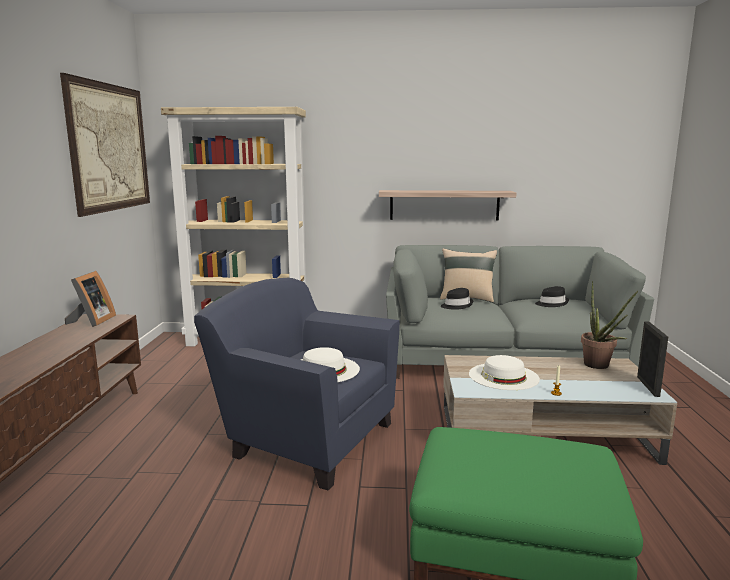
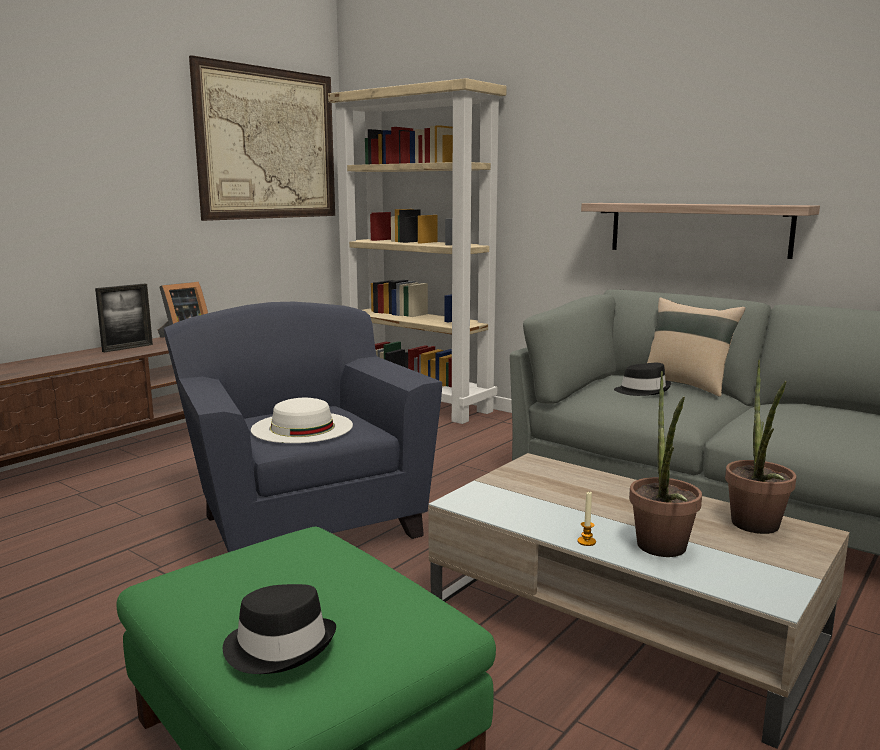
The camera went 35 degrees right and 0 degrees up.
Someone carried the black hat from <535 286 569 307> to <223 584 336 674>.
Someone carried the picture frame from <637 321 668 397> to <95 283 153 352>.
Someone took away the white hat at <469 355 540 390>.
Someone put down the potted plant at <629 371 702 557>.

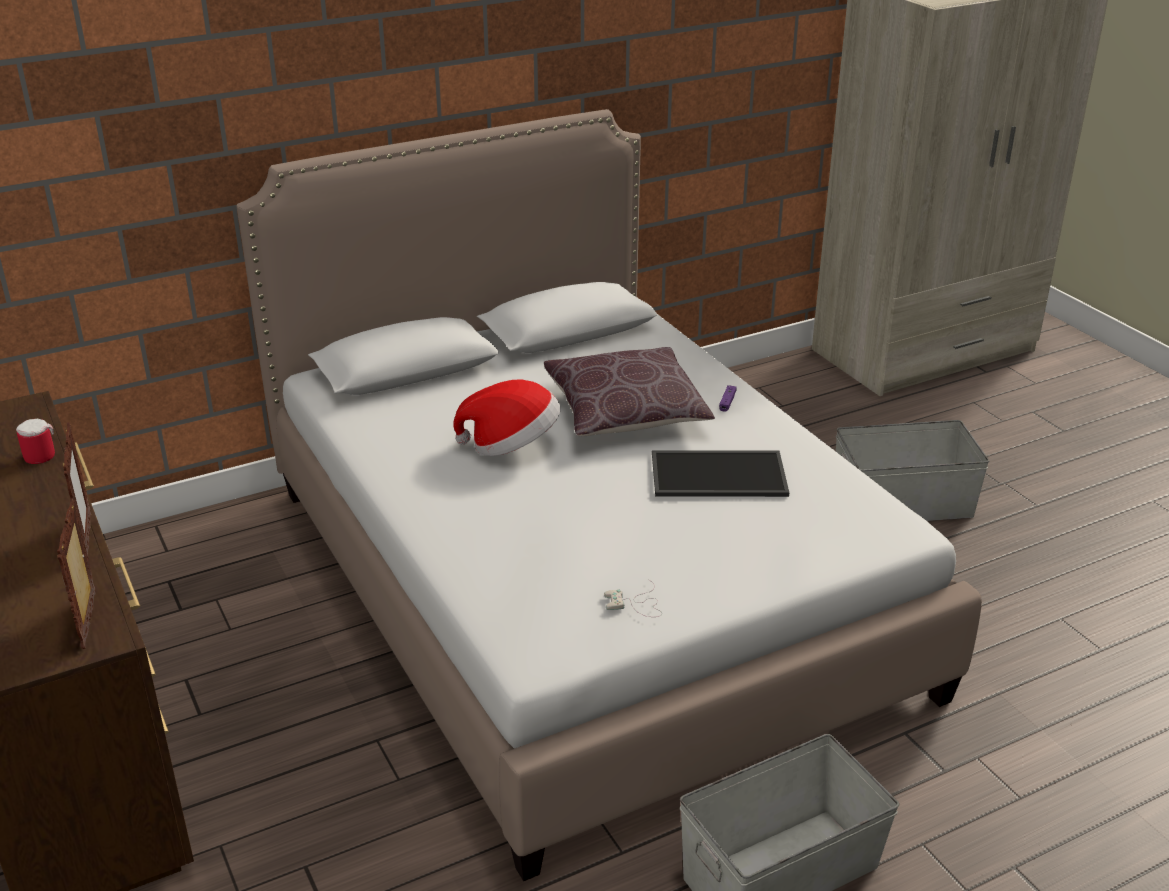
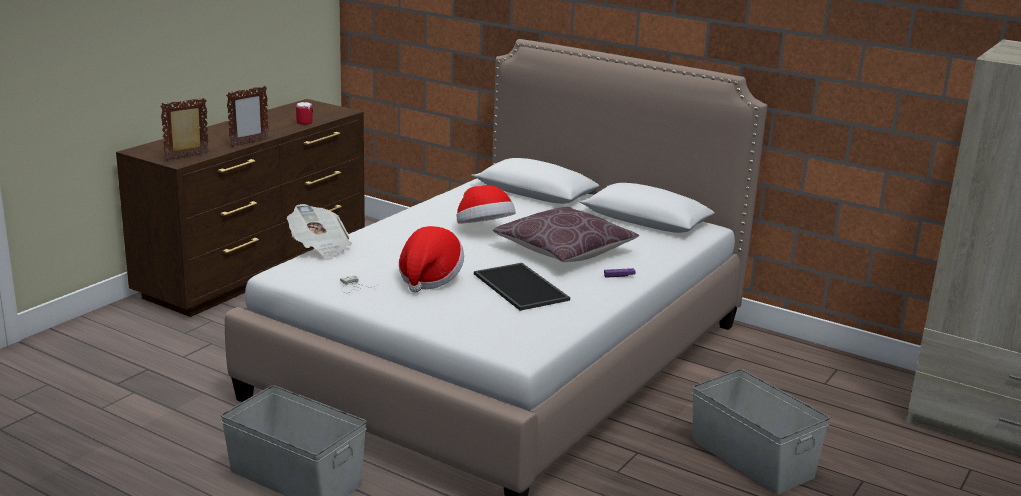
The camera went 60 degrees right and 10 degrees down.
Someone put down the newspaper at <287 204 352 259>.
Someone put down the hat at <399 226 464 293>.

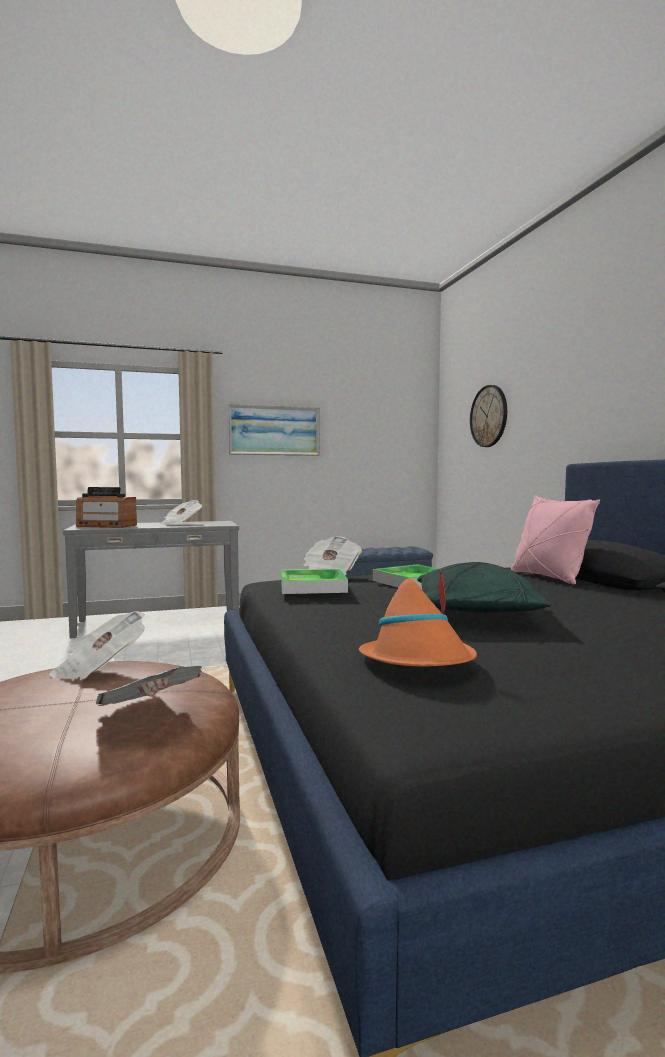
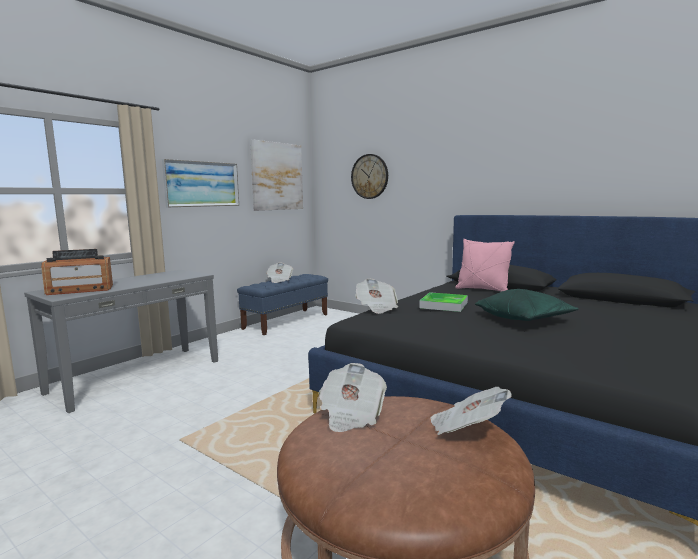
The camera went 35 degrees left and 5 degrees up.
Someone carried the newspaper from <160 500 202 526> to <266 263 293 283>.
Someone took away the orange hat at <359 568 477 666>.
Someone took away the tray at <281 569 348 594>.
Someone put up the picture at <250 139 303 211>.

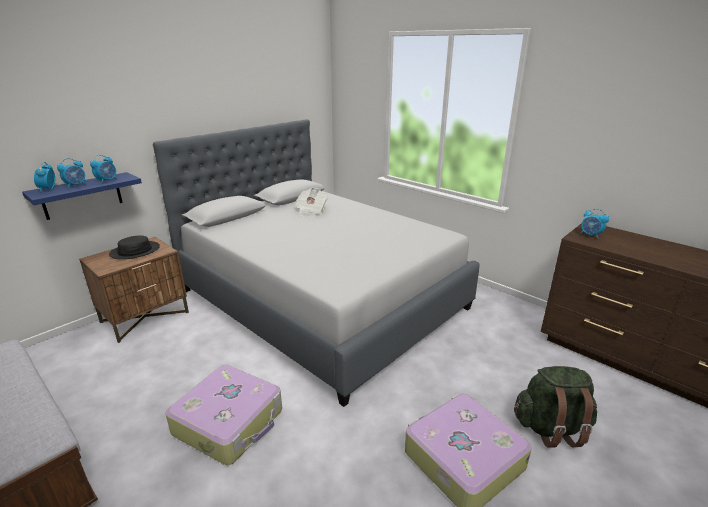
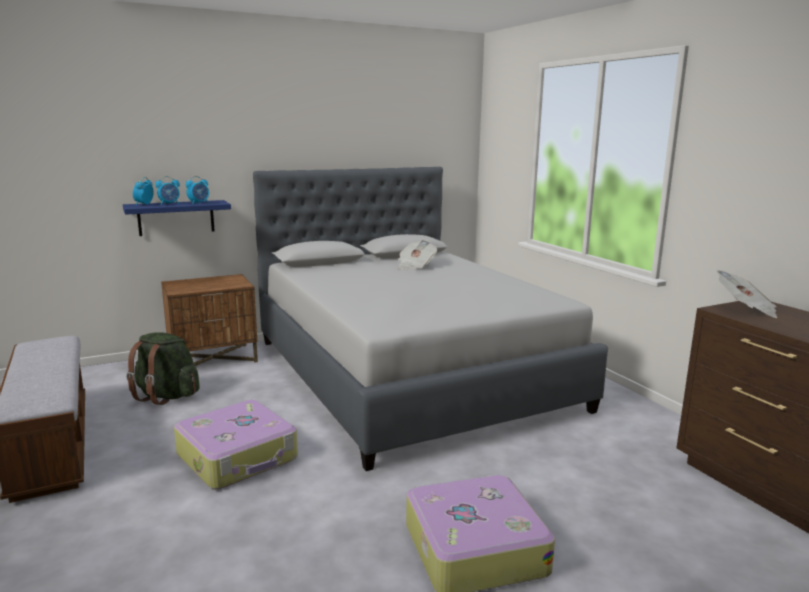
The camera went 20 degrees right and 10 degrees down.
Someone swapped the alarm clock at <580 209 609 239> for the newspaper at <717 270 777 318>.
Someone took away the black hat at <109 235 160 259>.
Someone carried the green backpack from <514 366 597 448> to <126 332 200 405>.

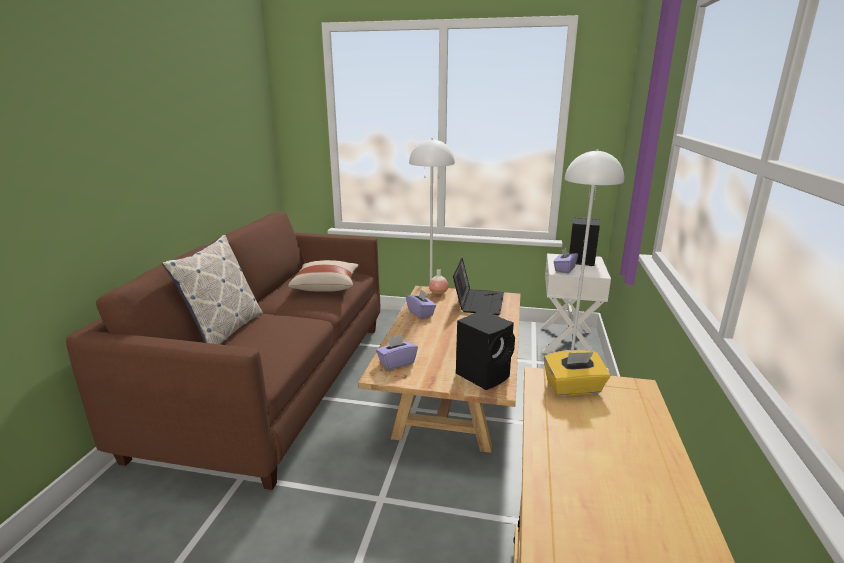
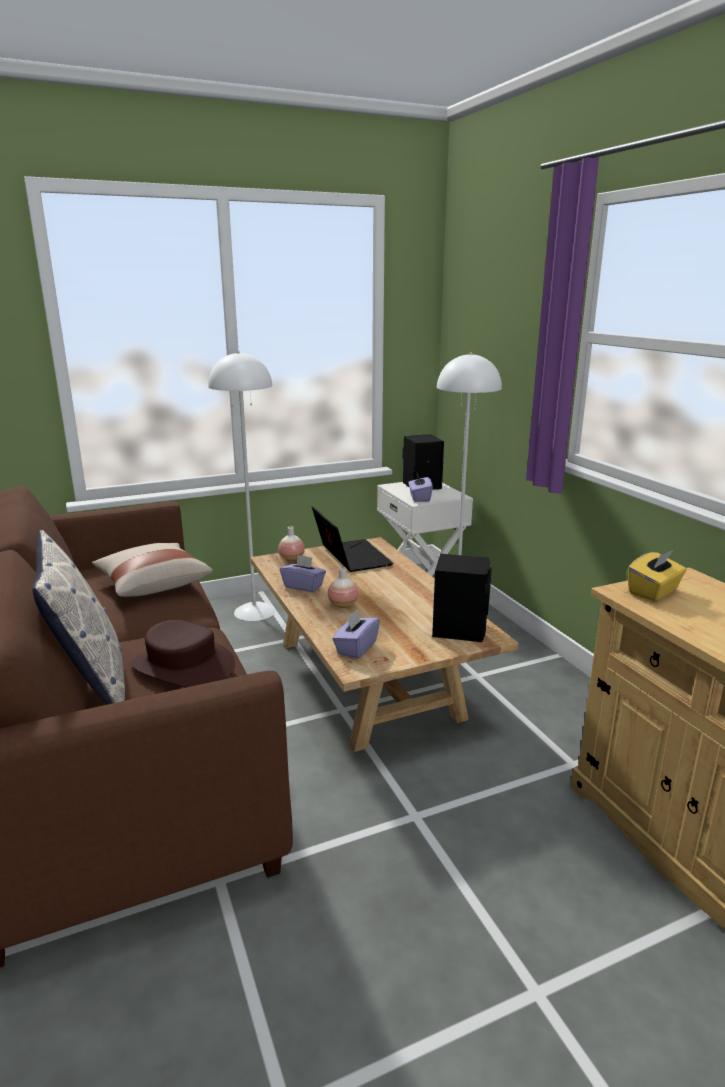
The camera went 35 degrees left and 0 degrees up.
Someone put down the vase at <328 568 358 608>.
Someone put down the brown hat at <131 620 235 688>.

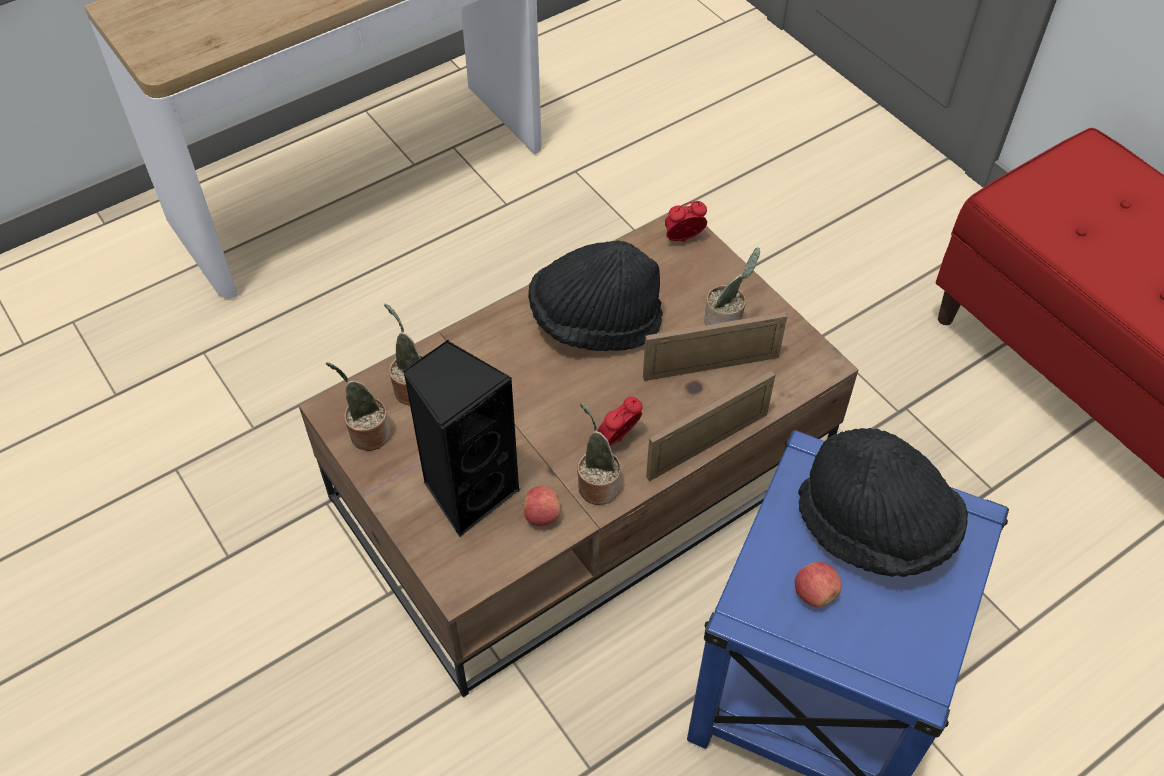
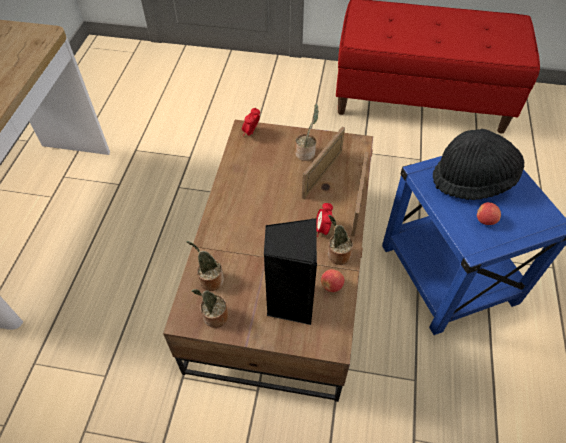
The camera went 45 degrees left and 0 degrees up.
Someone took away the black hat at <528 240 663 351>.

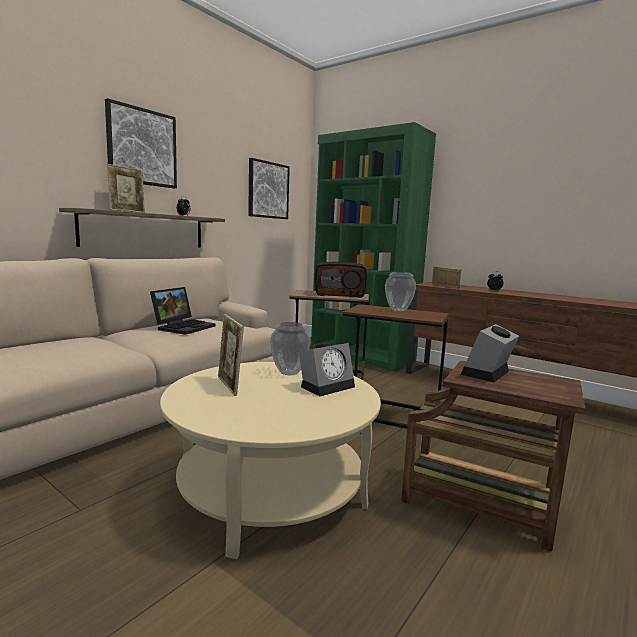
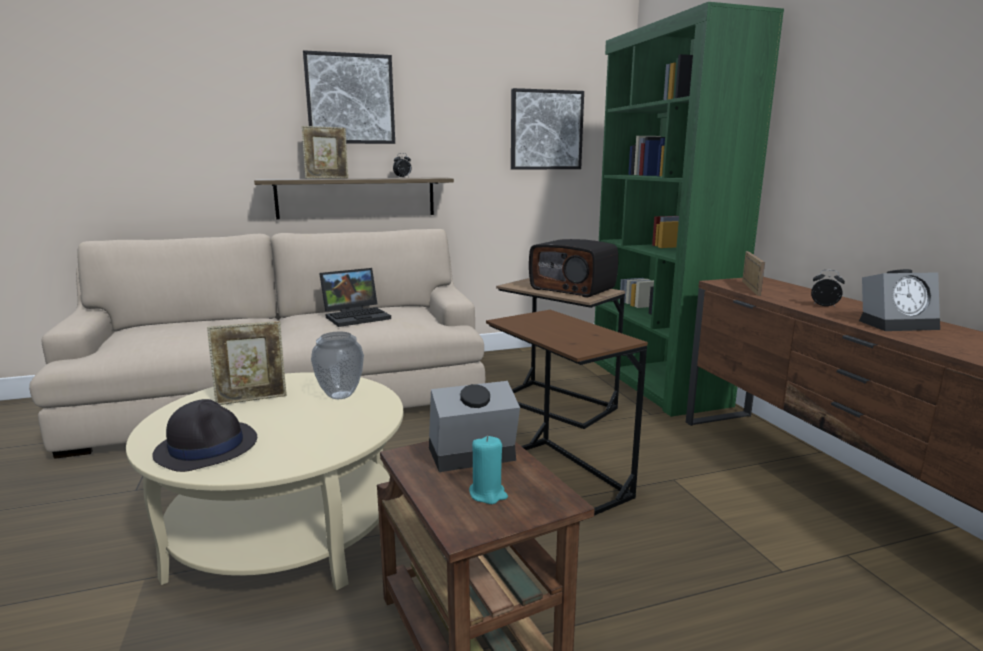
The camera went 35 degrees right and 5 degrees up.
Someone took away the vase at <385 272 416 312>.
Someone rotated the picture frame at <218 314 244 396> by 120 degrees counterclockwise.
Someone carried the alarm clock from <299 342 355 396> to <859 269 940 331>.
Someone put down the black hat at <152 399 257 472>.
Someone put down the turquoise candle at <469 436 508 504>.

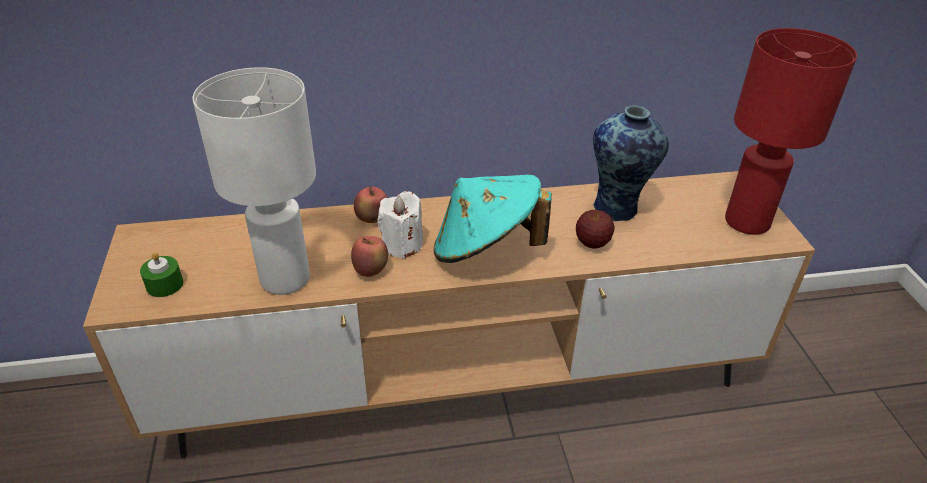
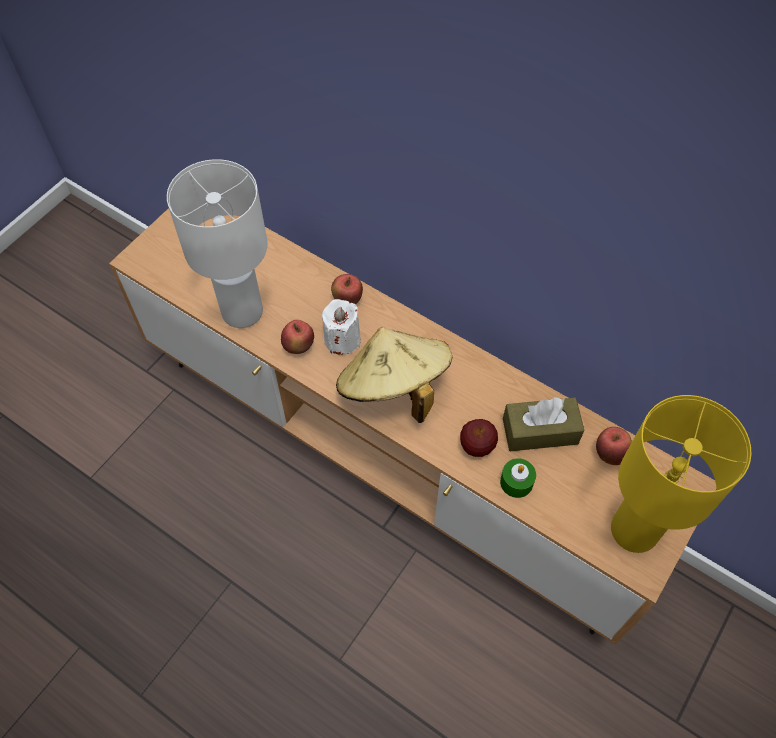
The camera went 45 degrees right and 20 degrees up.
Someone repainted the red table lamp at <725 28 857 235>, which became the yellow table lamp at <611 395 752 553>.
Someone swapped the vase at <592 106 669 221> for the brown tissue box at <503 397 584 451>.
Someone repainted the turquoise hat at <433 175 552 263>, which became the beige hat at <336 327 452 423>.
Someone carried the green candle from <140 252 183 297> to <500 458 536 498>.
Someone put down the apple at <596 427 632 465>.

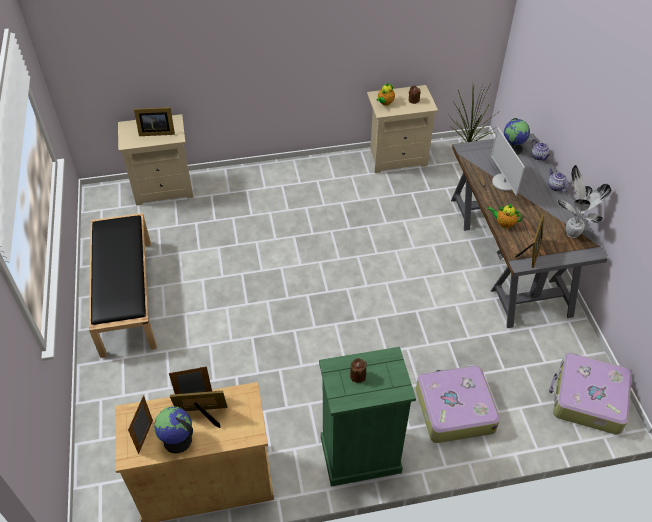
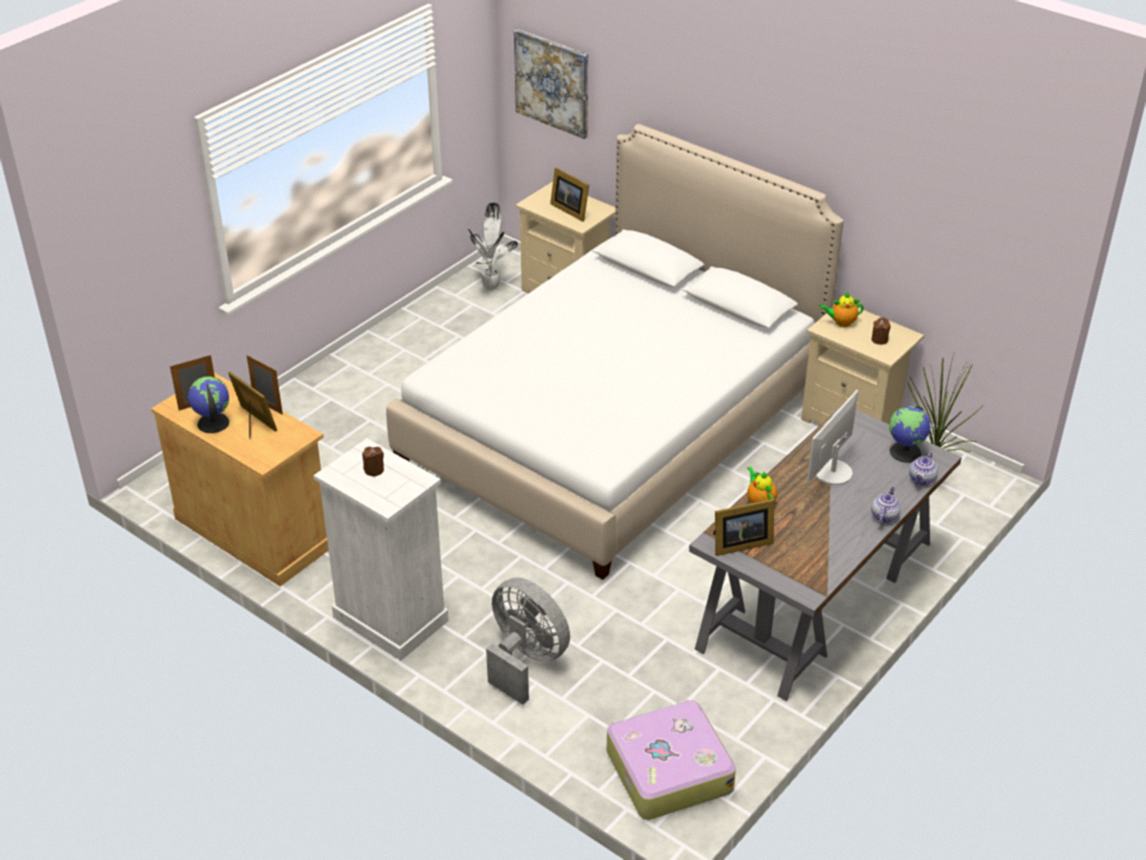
The camera went 50 degrees right and 10 degrees down.
Someone carried the potted plant from <558 165 611 238> to <468 202 518 291>.
Someone took away the black bench at <89 213 157 358>.
Someone repainted the green dresser at <319 347 416 486>, which became the white dresser at <314 438 449 661>.
Someone swapped the suitcase at <416 365 500 443> for the grey fan at <486 577 570 705>.
Someone put up the picture at <514 29 588 139>.
Someone put down the bed at <386 124 844 580>.

